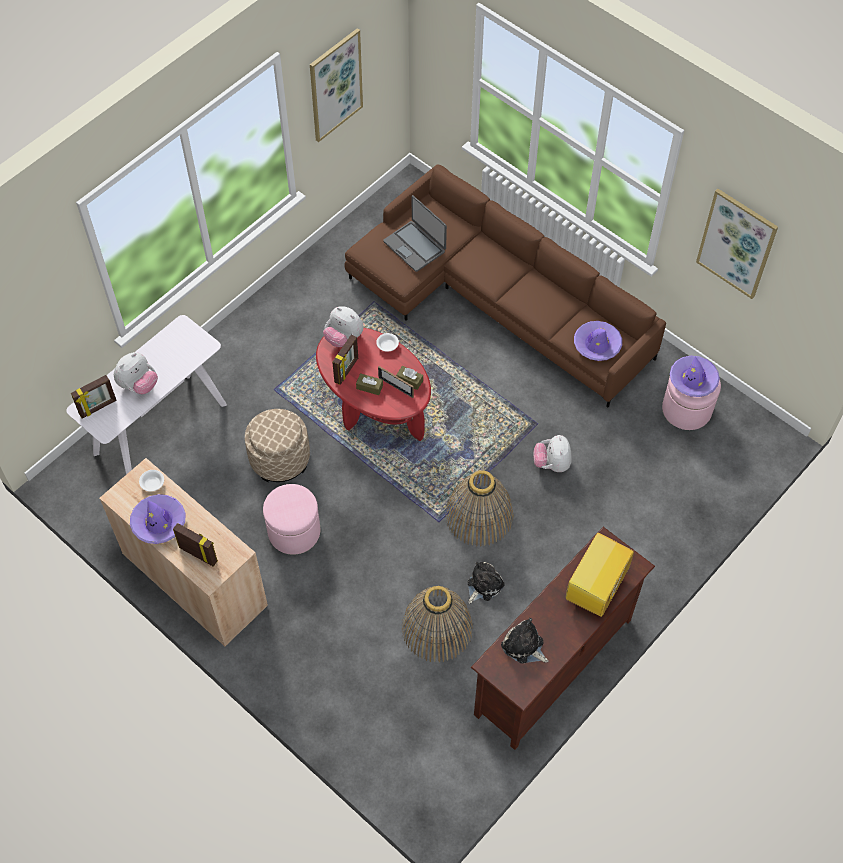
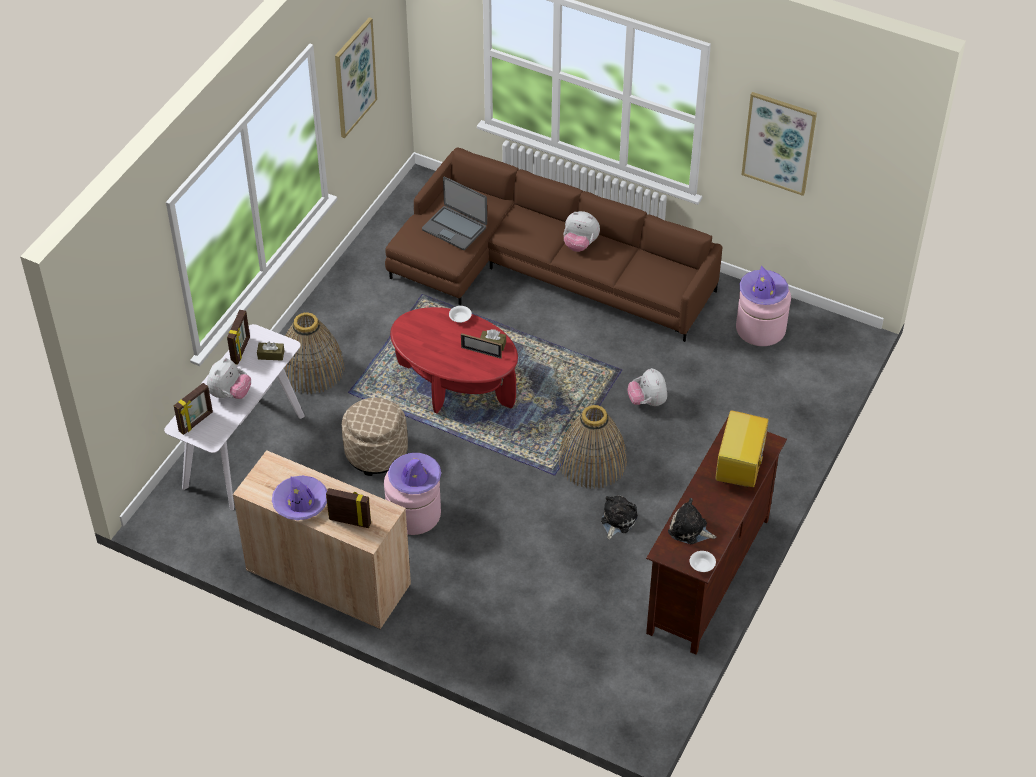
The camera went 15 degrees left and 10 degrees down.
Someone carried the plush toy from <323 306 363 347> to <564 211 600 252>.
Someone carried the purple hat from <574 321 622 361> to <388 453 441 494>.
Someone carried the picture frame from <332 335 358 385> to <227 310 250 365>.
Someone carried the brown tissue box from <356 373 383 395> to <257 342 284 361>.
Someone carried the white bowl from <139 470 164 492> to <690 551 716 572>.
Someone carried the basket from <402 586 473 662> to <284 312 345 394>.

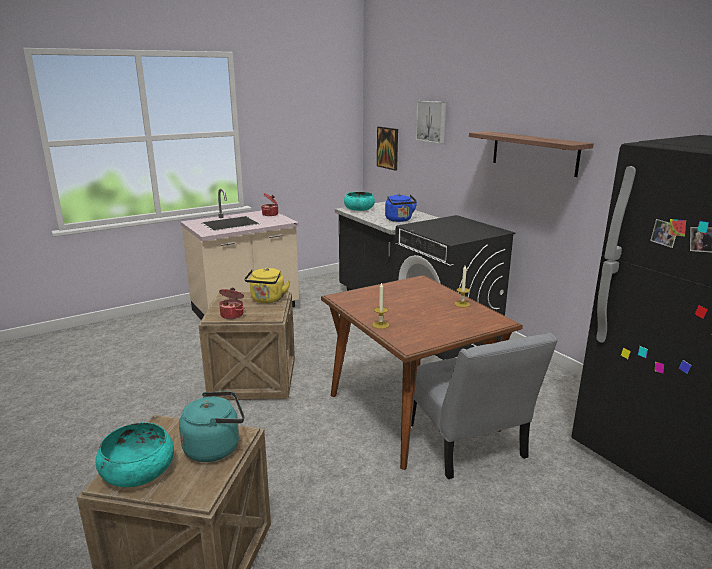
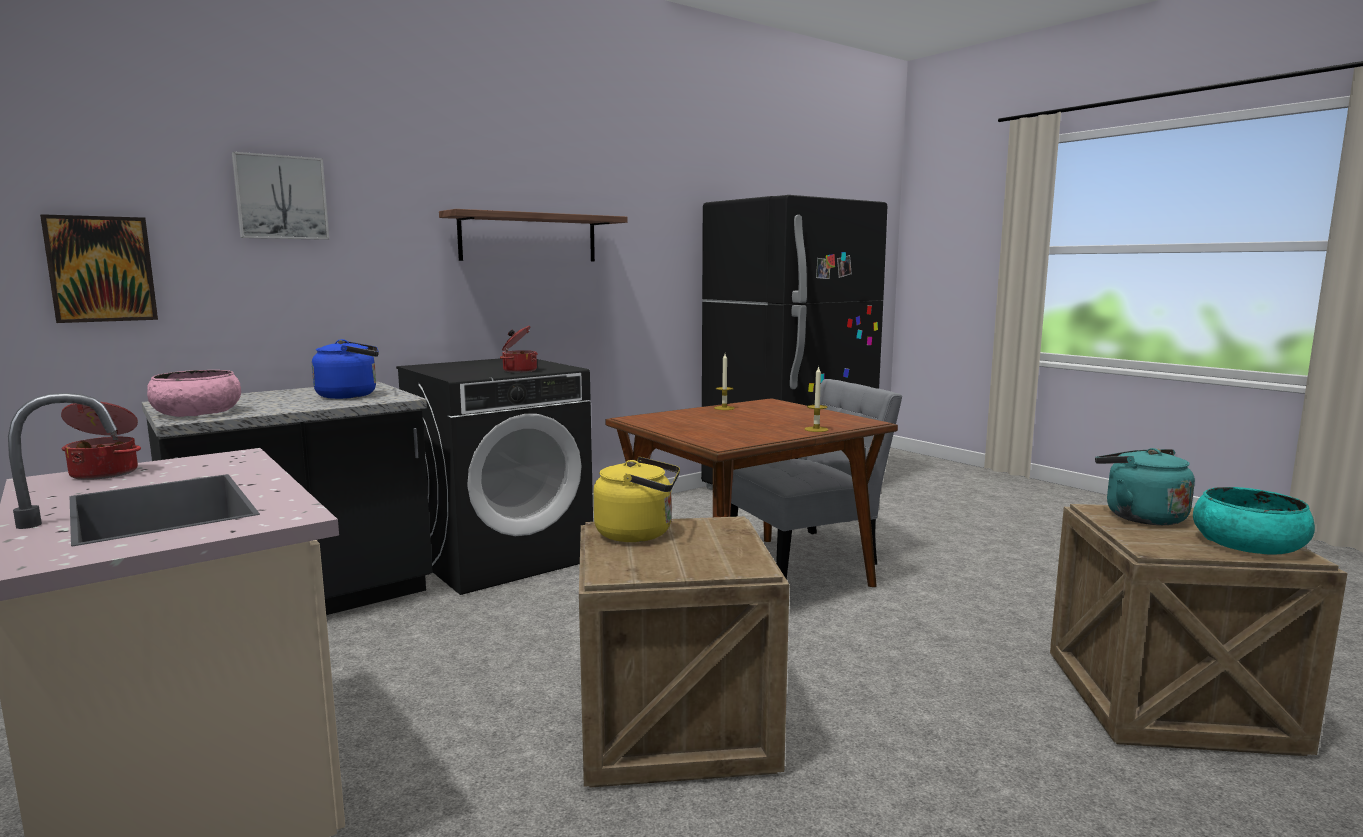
The camera went 95 degrees left and 10 degrees down.
Someone repainted the turquoise bowl at <344 192 375 211>, which became the pink bowl at <147 370 241 417>.
Someone carried the cooking pot from <219 288 244 319> to <500 326 538 373>.

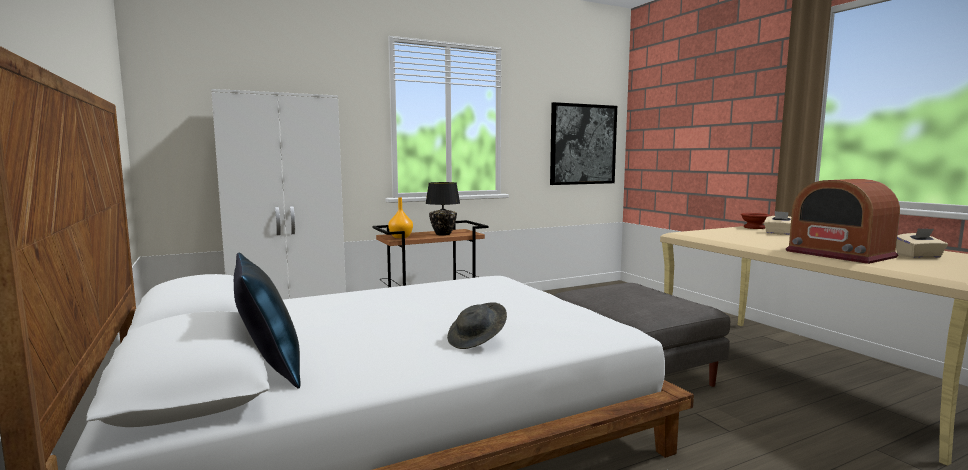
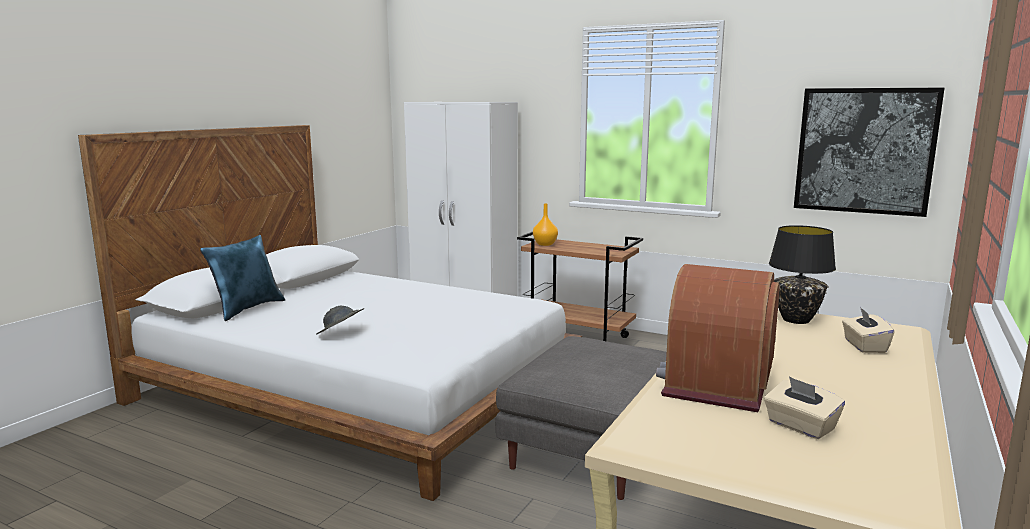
The camera went 55 degrees right and 5 degrees up.
Someone carried the black table lamp from <426 182 460 236> to <769 225 836 324>.
Someone took away the brown bowl at <741 213 770 229>.

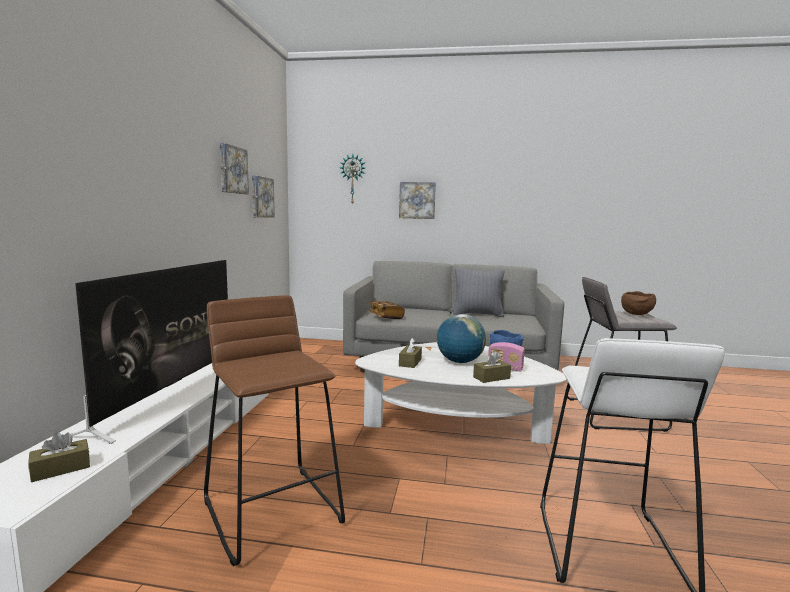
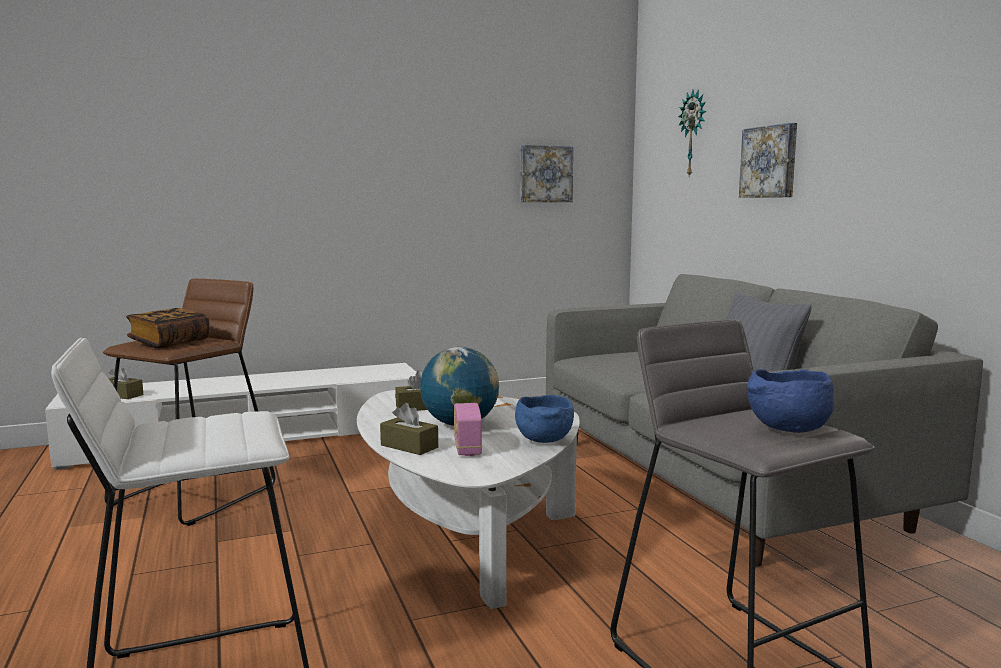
The camera went 60 degrees right and 0 degrees up.
Someone took away the picture at <220 143 249 194>.
Someone took away the television at <71 260 228 444>.
Someone repainted the brown bowl at <621 291 656 315>, which became the blue bowl at <747 369 834 433>.
Someone carried the book from <369 301 405 319> to <126 308 209 348>.

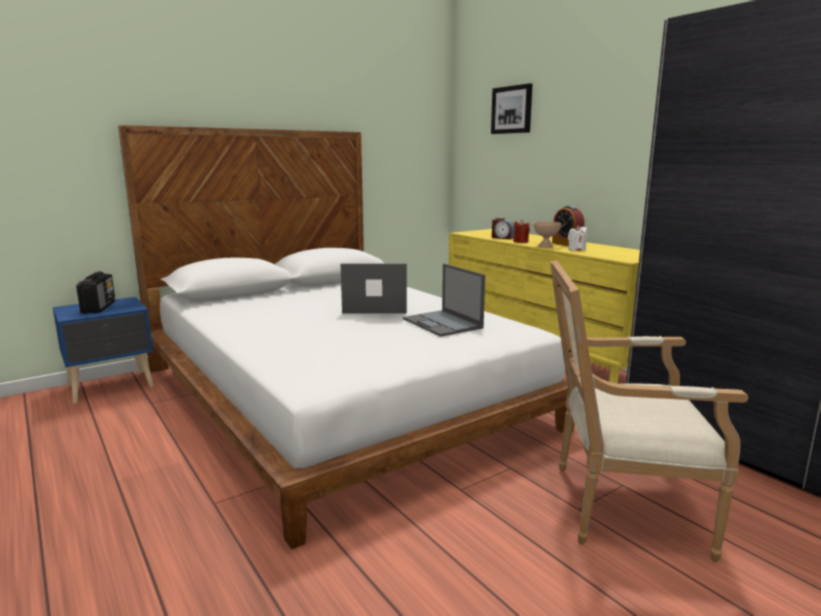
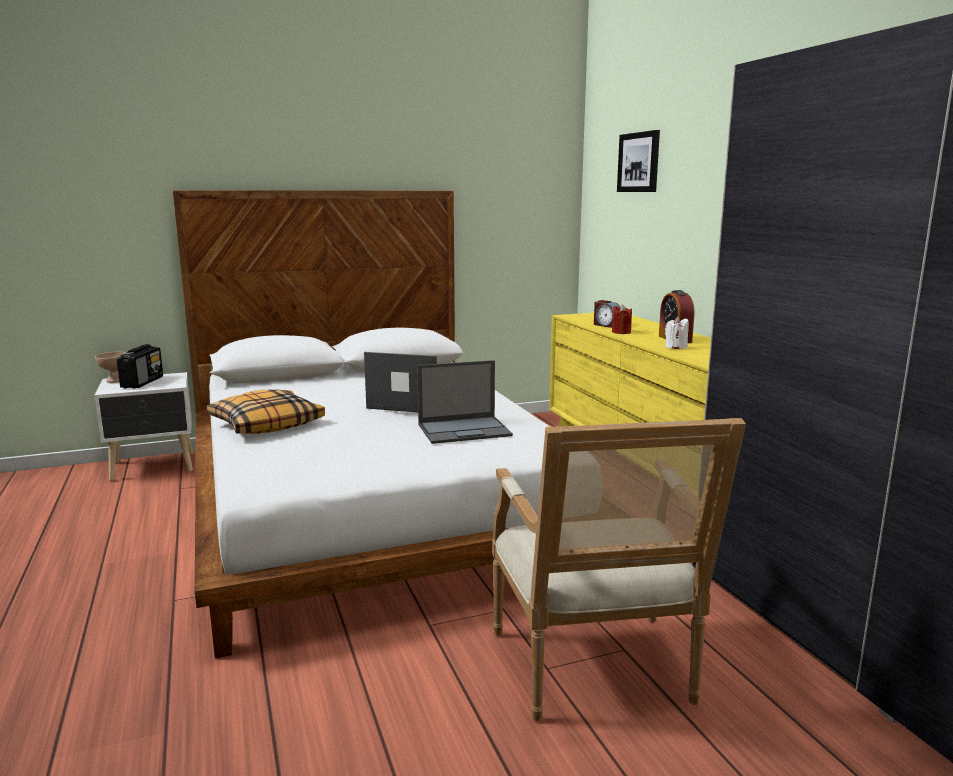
The camera went 15 degrees right and 0 degrees up.
Someone carried the beige bowl from <533 222 561 248> to <95 352 126 383>.
Someone rotated the armchair at <550 260 748 562> by 120 degrees counterclockwise.
Someone rotated the laptop at <403 264 485 337> by 90 degrees counterclockwise.
Someone repainted the blue nightstand at <53 297 154 404>, which became the white nightstand at <94 372 193 481>.
Someone put down the pillow at <207 390 325 434>.

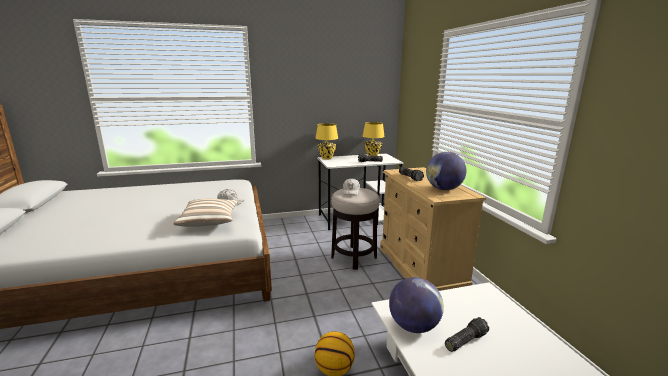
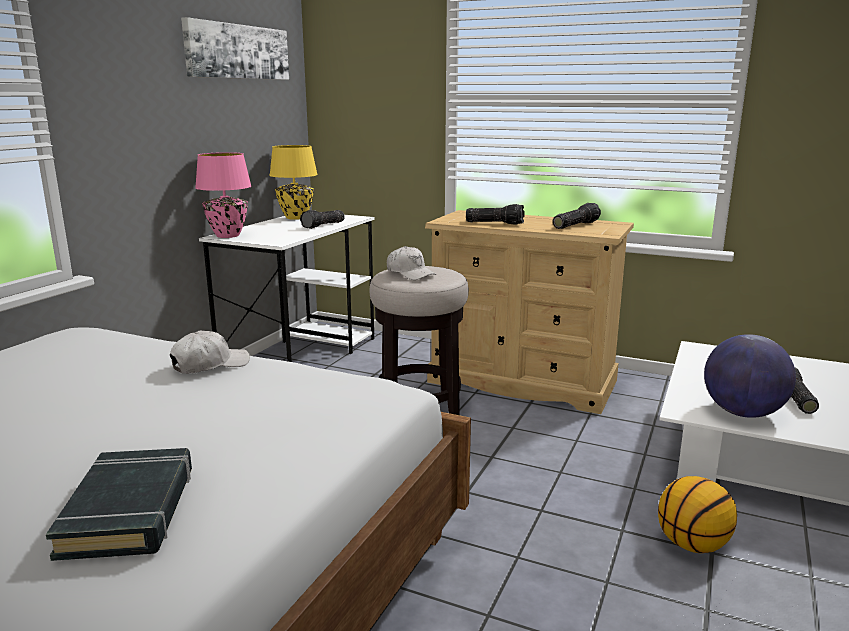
The camera went 50 degrees left and 0 degrees up.
Someone repainted the yellow table lamp at <316 123 338 160>, which became the pink table lamp at <195 152 251 238>.
Someone swapped the globe at <426 152 467 190> for the flashlight at <553 203 601 229>.
Someone took away the pillow at <173 199 239 227>.
Someone put up the picture at <181 17 289 80>.
Someone put down the black book at <46 448 192 561>.

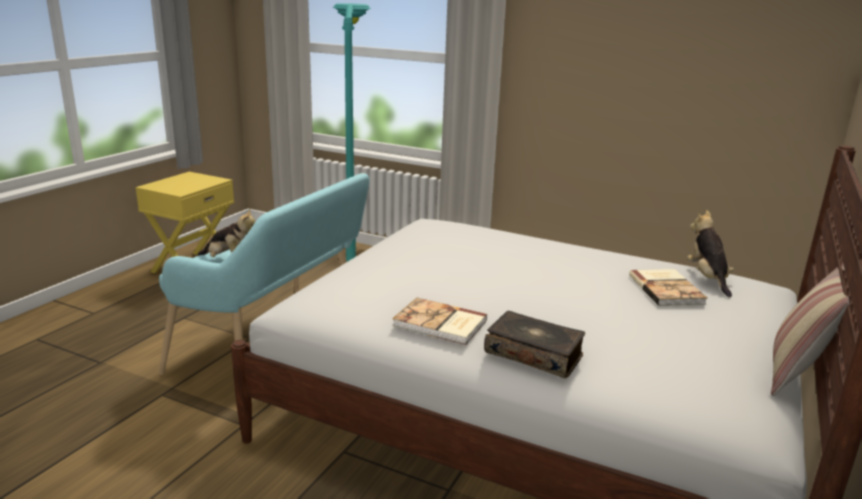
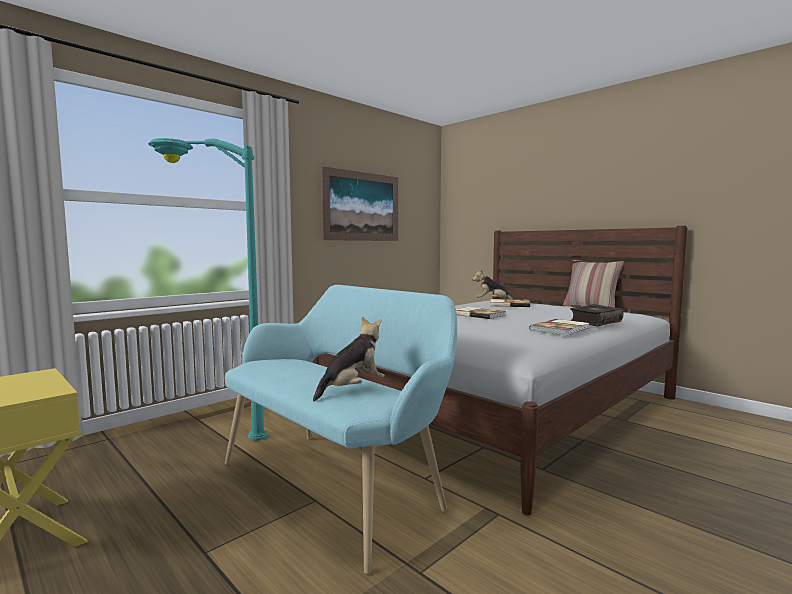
The camera went 70 degrees left and 15 degrees down.
Someone put up the picture at <321 166 398 241>.
Someone put down the book at <456 307 506 319>.

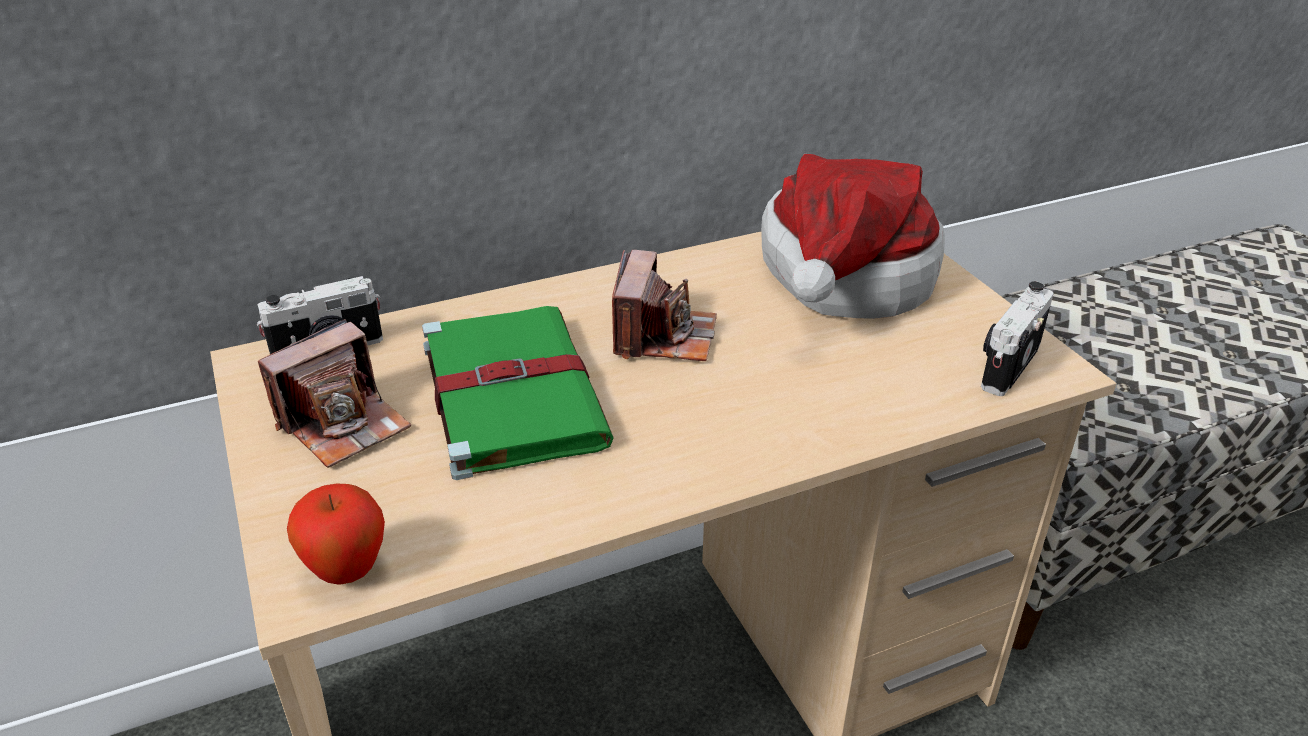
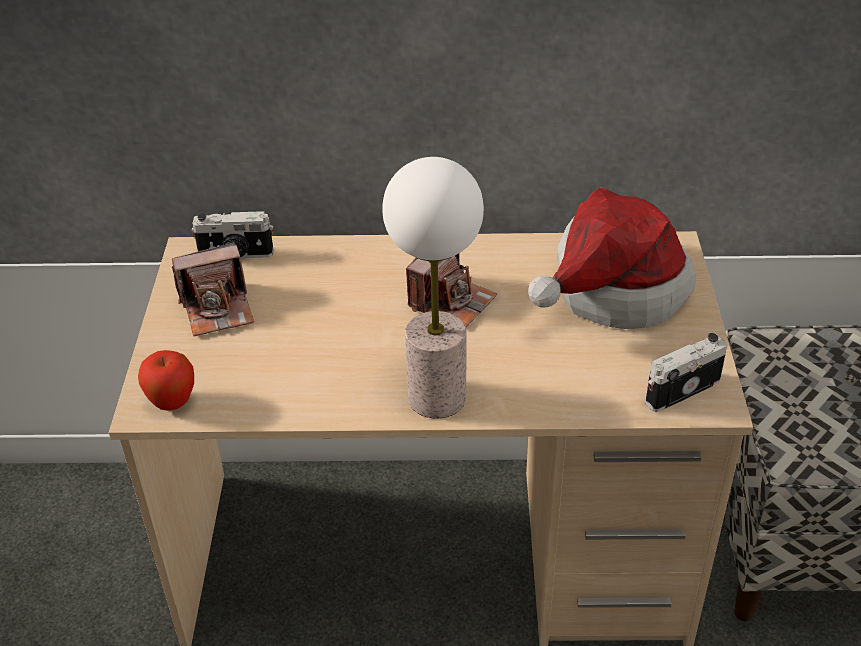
The camera went 25 degrees right and 5 degrees up.
Someone took away the green book at <422 306 613 480>.
Someone put down the table lamp at <382 157 484 418>.

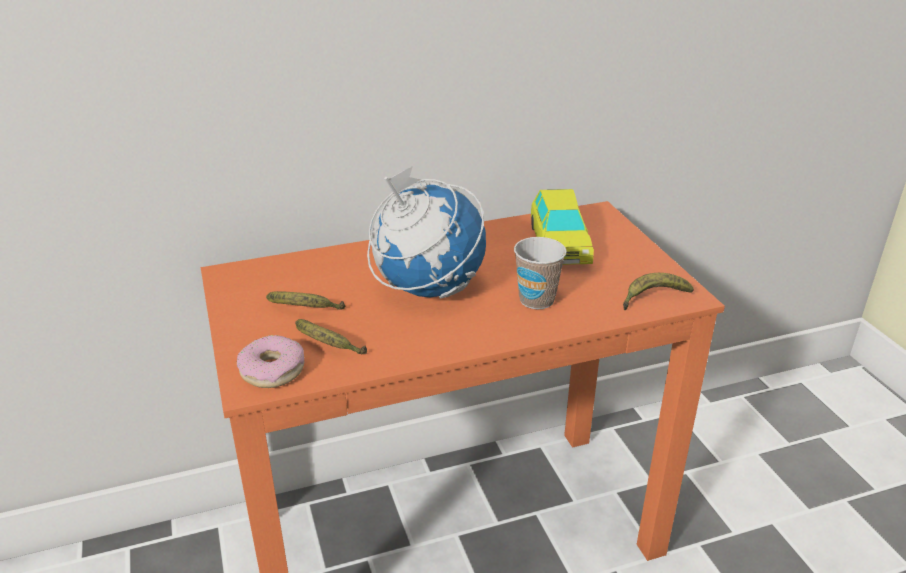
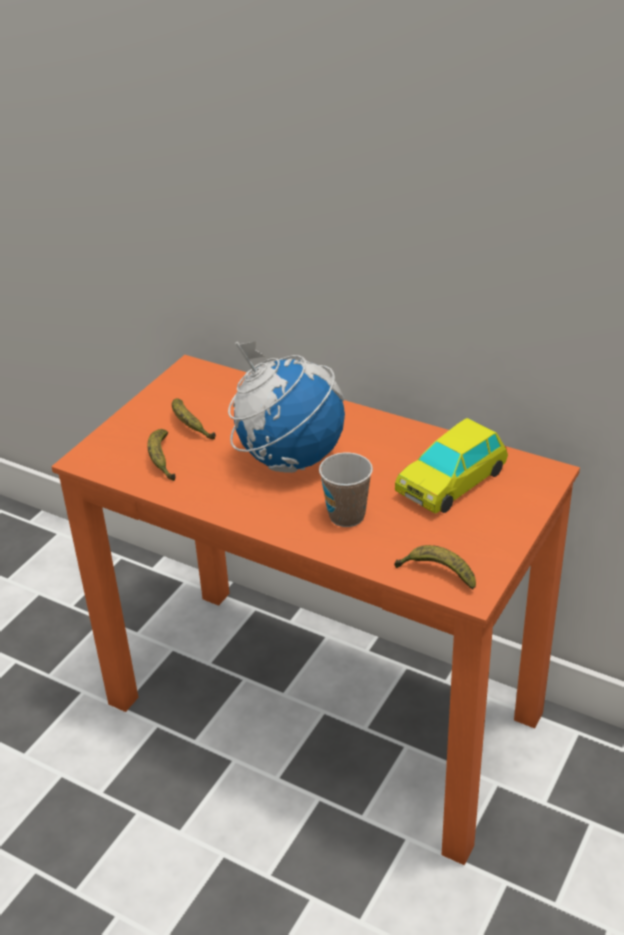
The camera went 50 degrees right and 5 degrees up.
Someone took away the donut at <237 335 304 388>.

